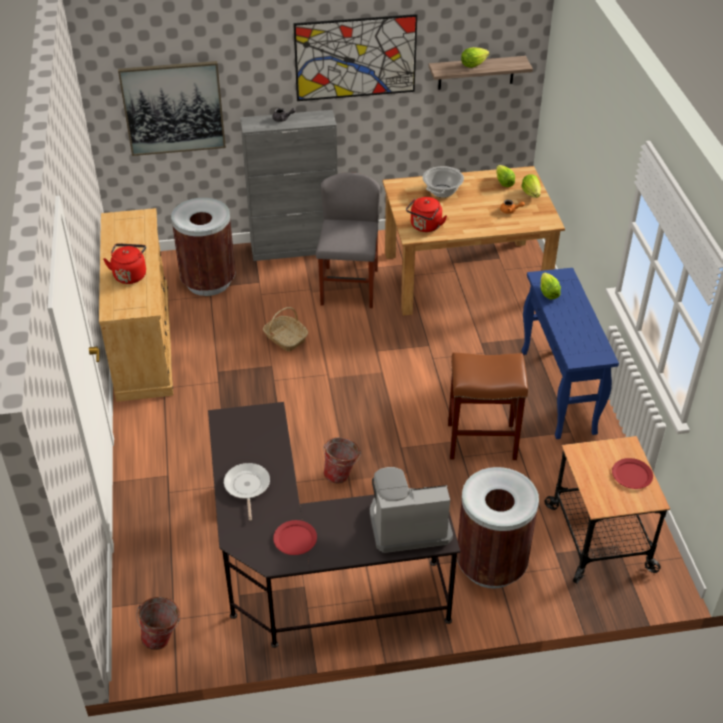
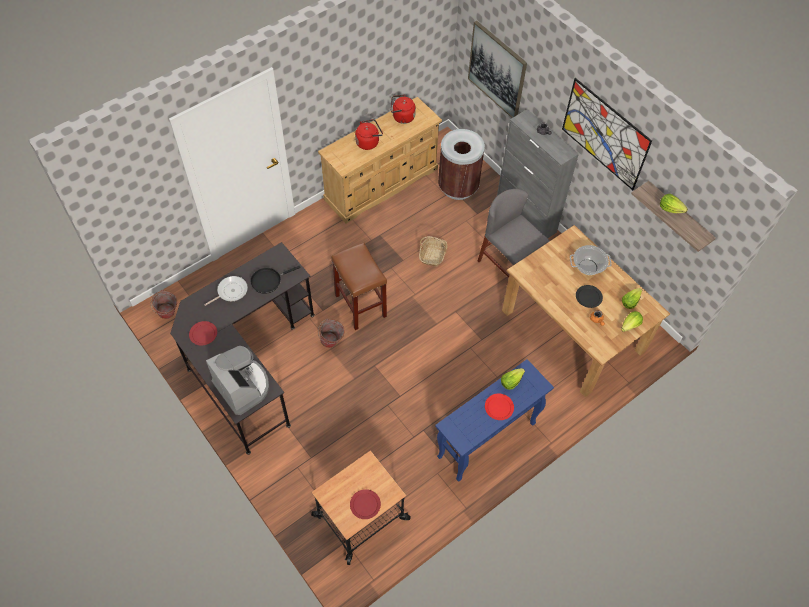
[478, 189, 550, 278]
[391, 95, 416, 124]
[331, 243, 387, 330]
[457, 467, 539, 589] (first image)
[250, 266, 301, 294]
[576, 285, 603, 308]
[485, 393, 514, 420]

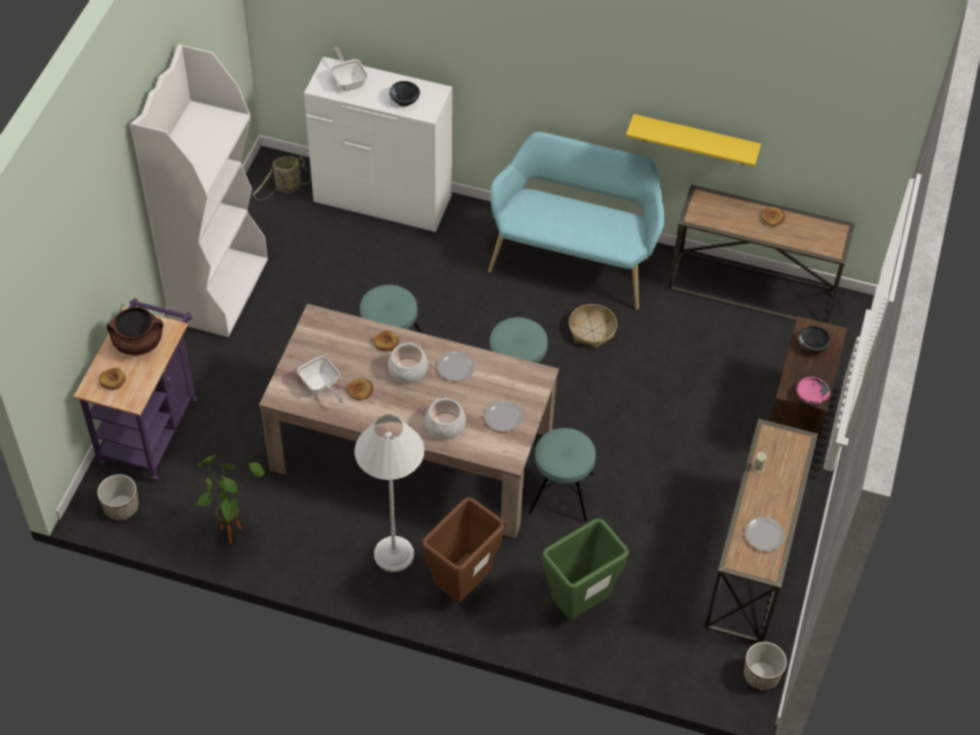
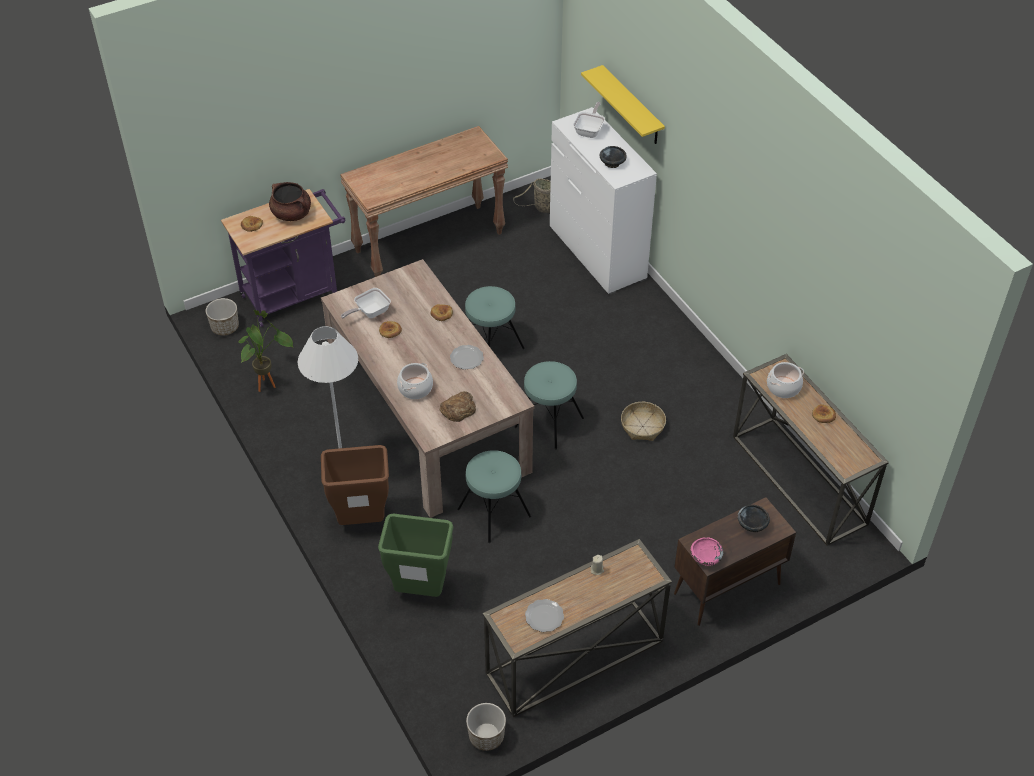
[340, 126, 508, 277]
[581, 65, 665, 144]
[488, 132, 665, 310] (first image)
[767, 362, 804, 398]
[341, 288, 391, 318]
[439, 391, 476, 422]

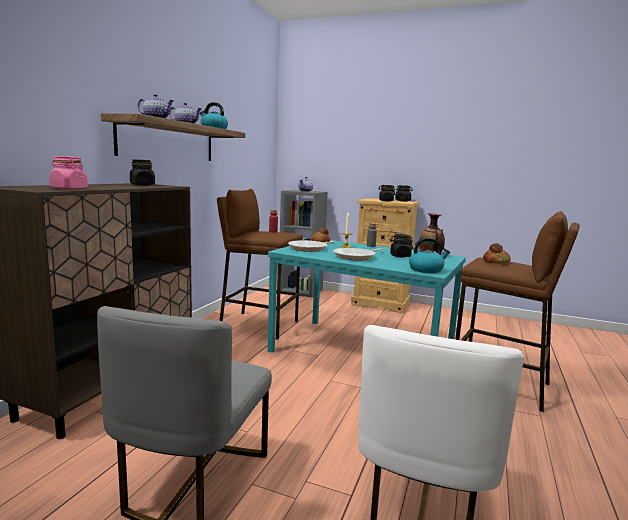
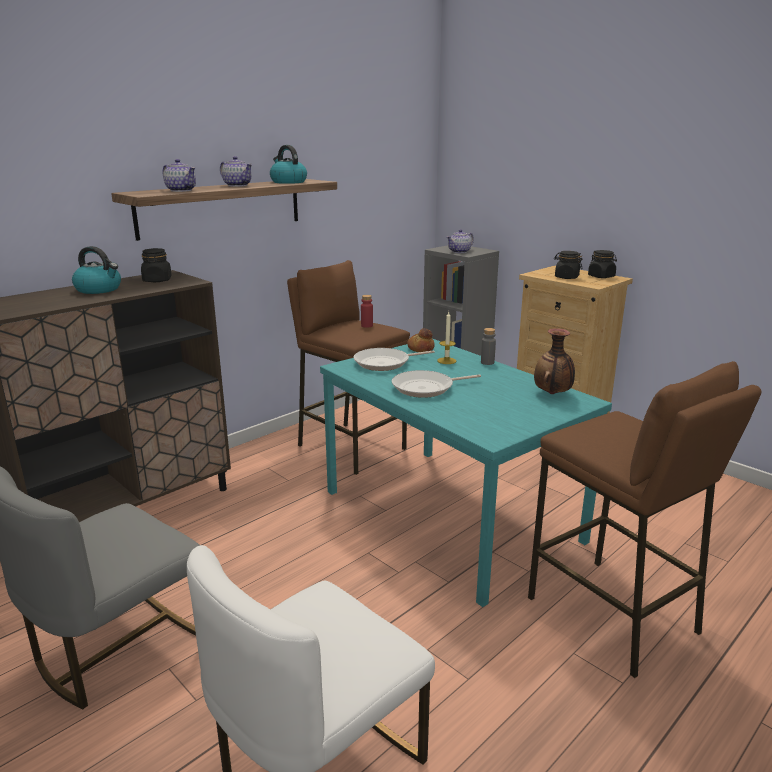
[49, 156, 88, 190] (first image)
[389, 234, 413, 257] (first image)
[72, 246, 121, 294]
[483, 243, 511, 264] (first image)

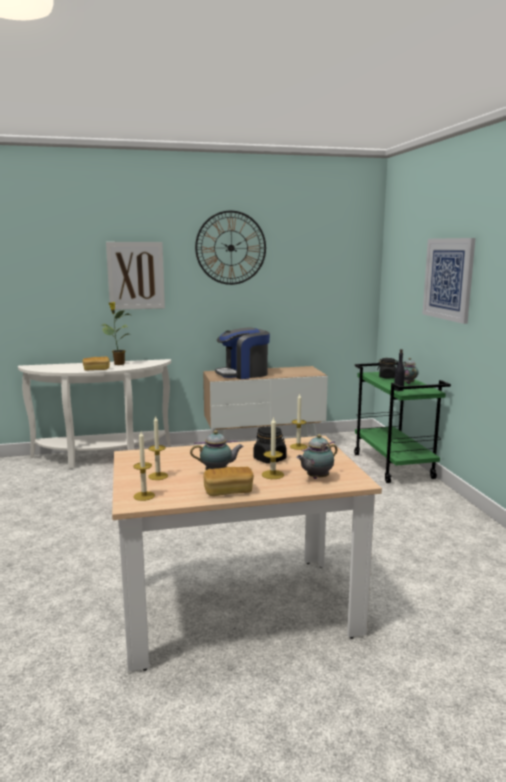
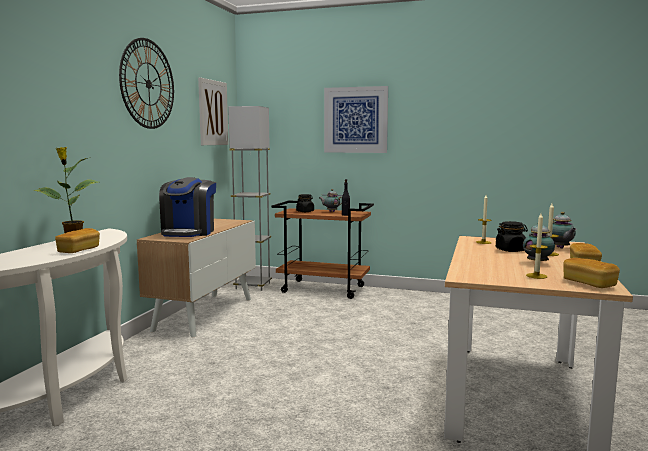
[198, 77, 229, 145]
[272, 200, 374, 299]
[563, 258, 620, 288]
[228, 106, 272, 291]

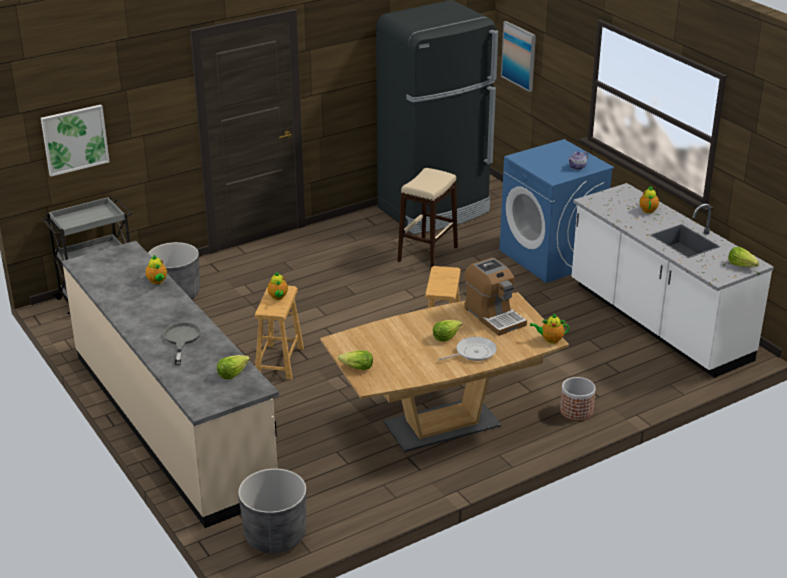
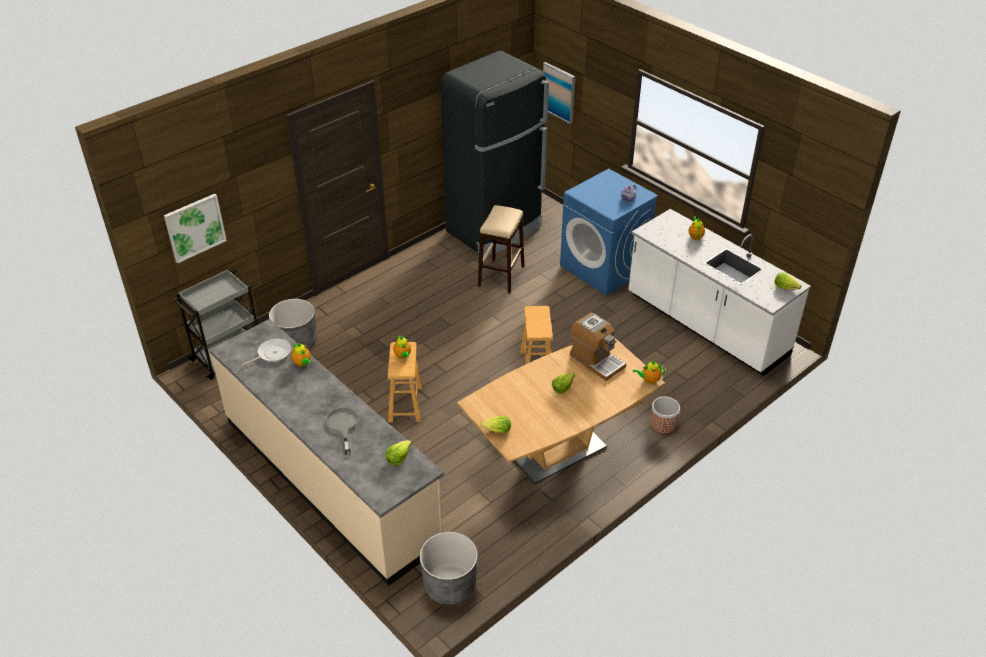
[242, 338, 291, 365]

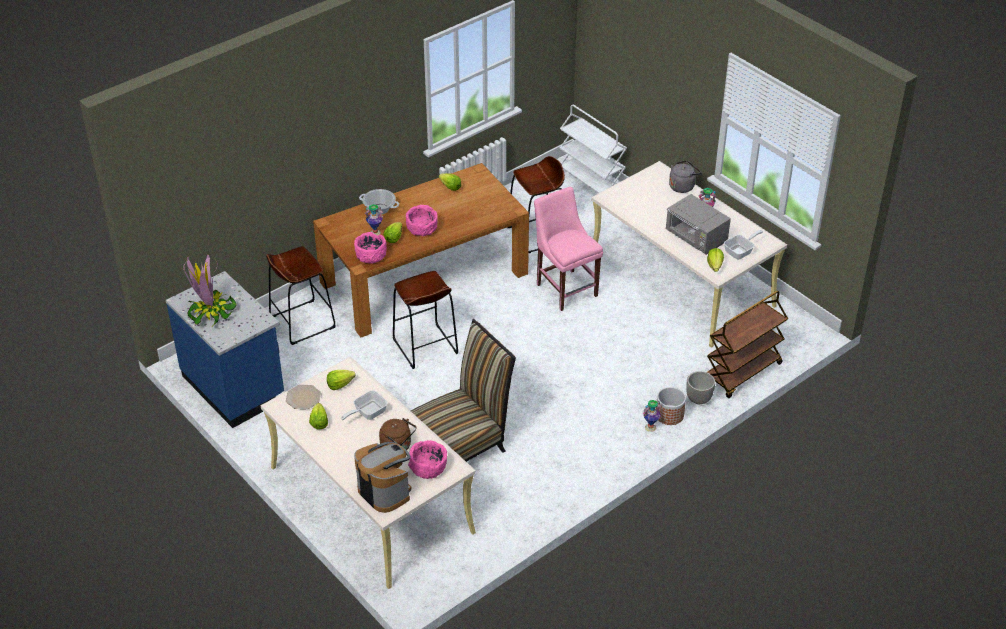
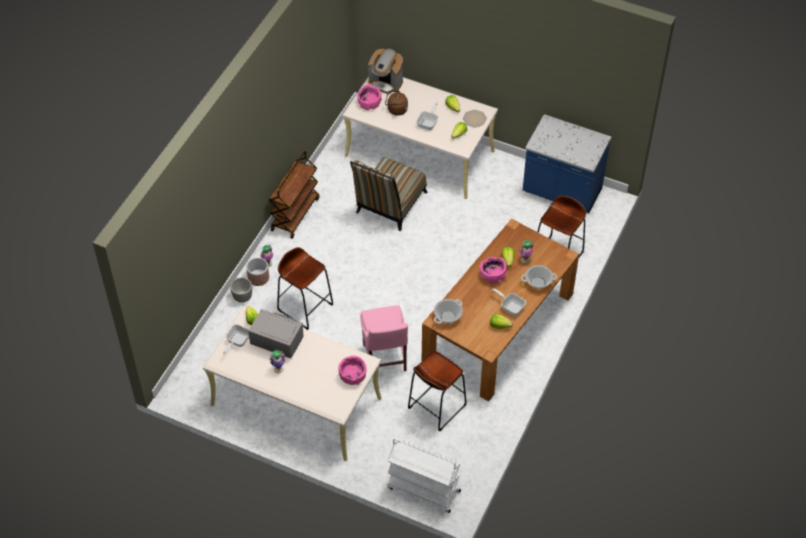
[669, 160, 701, 193] (first image)
[360, 305, 408, 371]
[339, 356, 367, 385]
[183, 254, 237, 325] (first image)
[277, 247, 333, 330]
[268, 151, 320, 239]
[492, 288, 526, 316]
[434, 299, 463, 324]

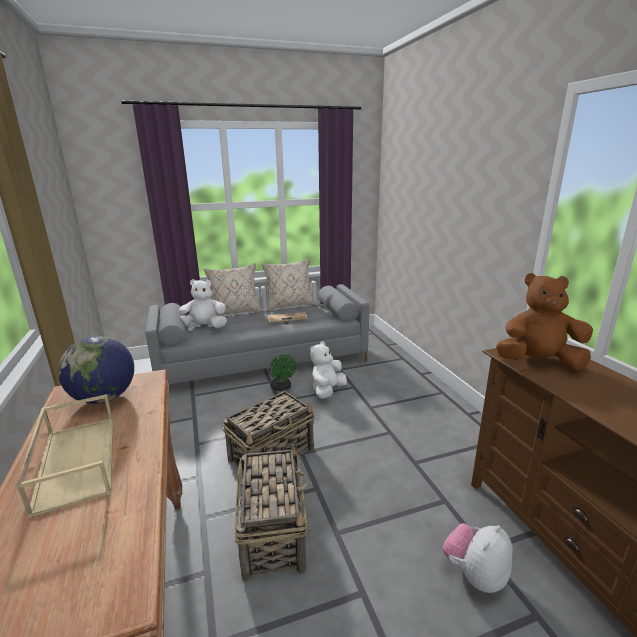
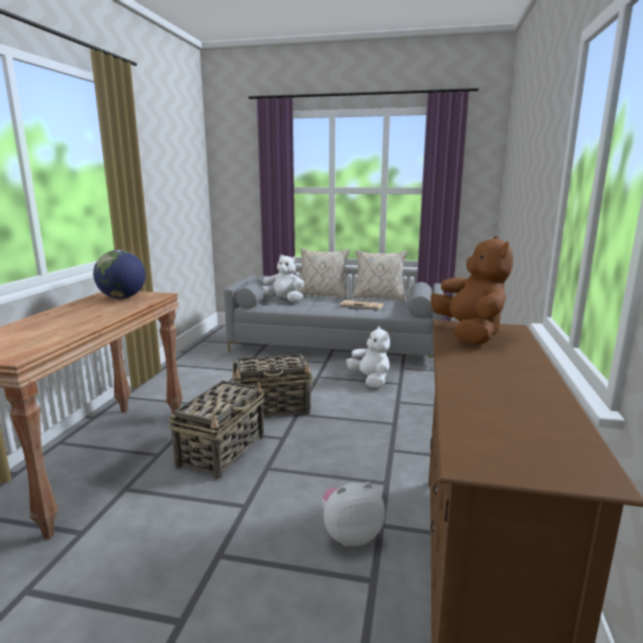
[431, 236, 513, 345]
[346, 326, 390, 388]
[270, 355, 296, 391] (first image)
[17, 394, 113, 518] (first image)

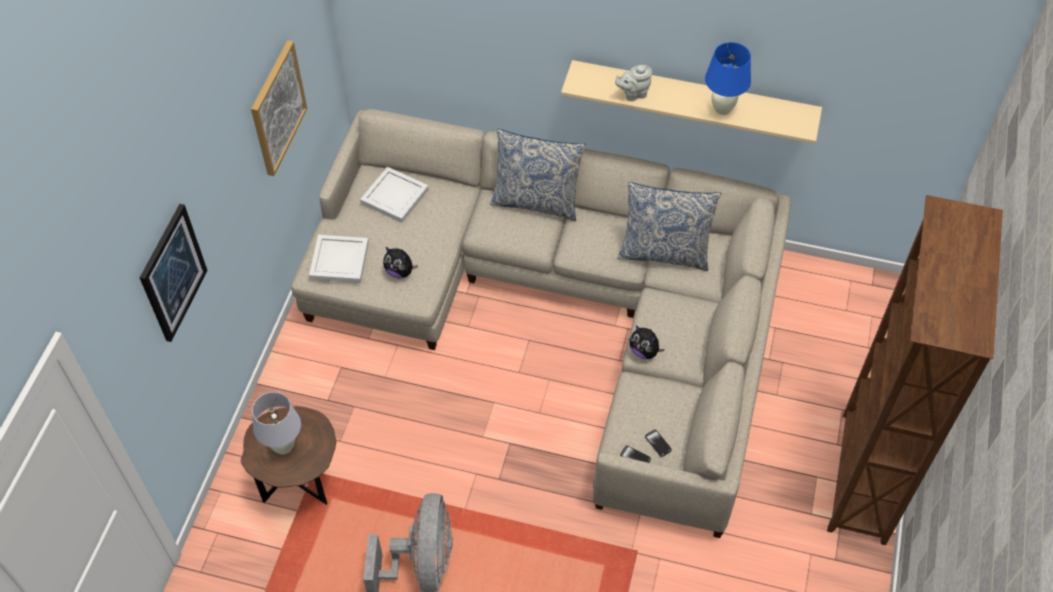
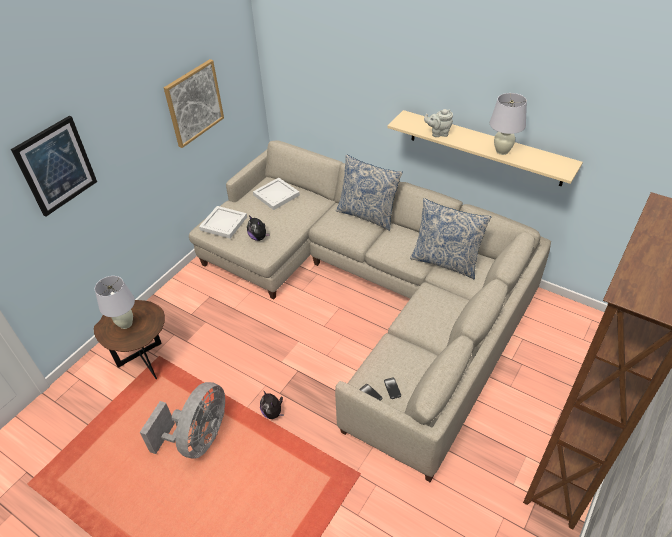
[490, 93, 527, 155]
[260, 390, 284, 419]

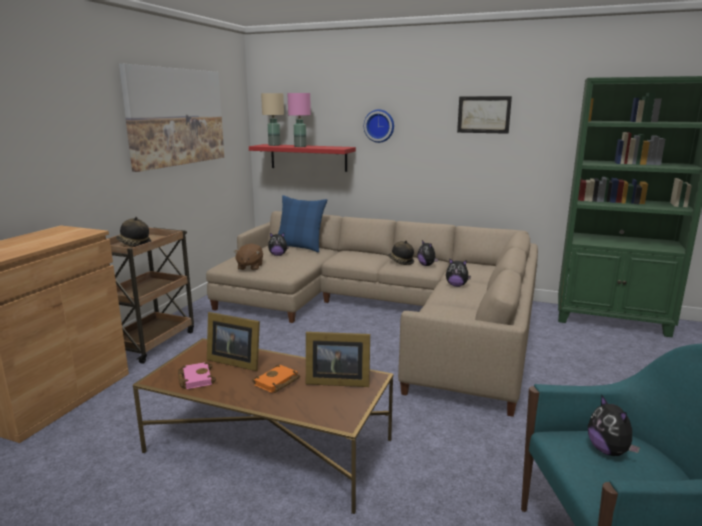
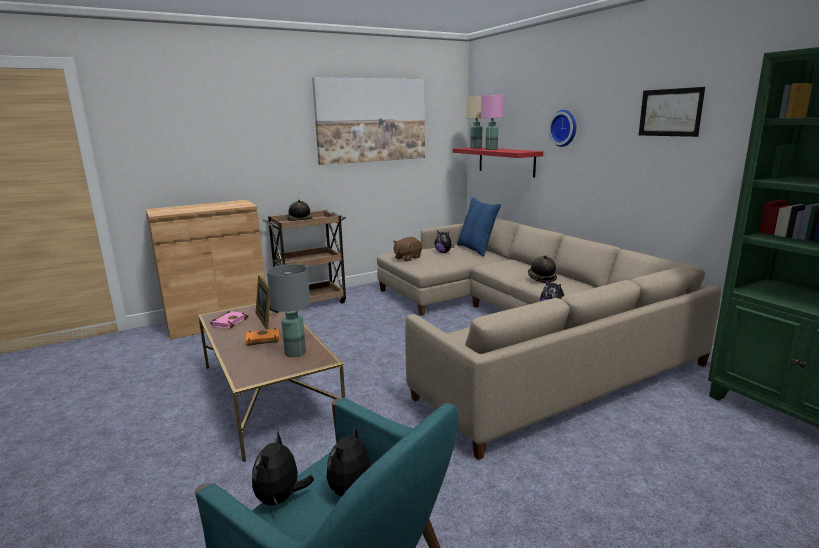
[252, 431, 314, 507]
[267, 264, 310, 357]

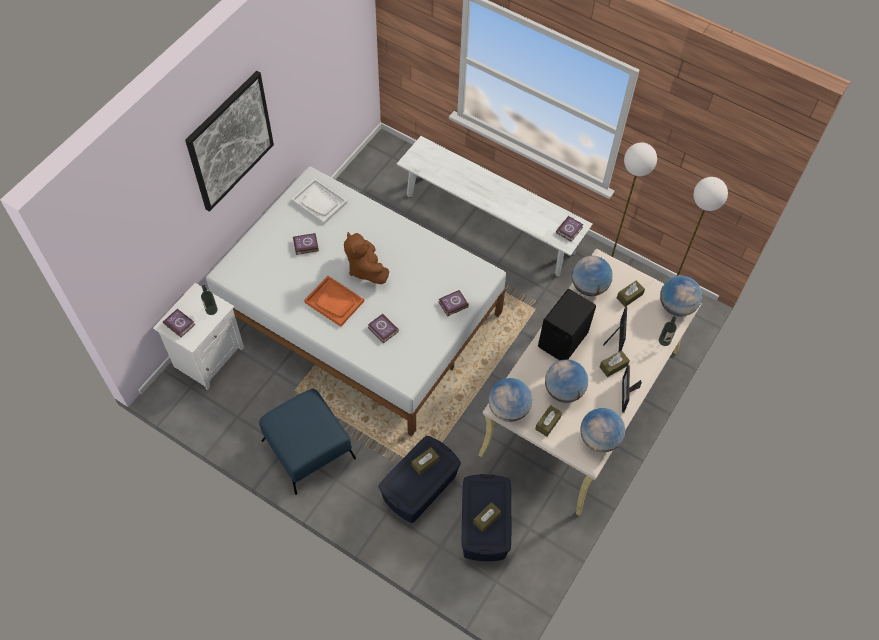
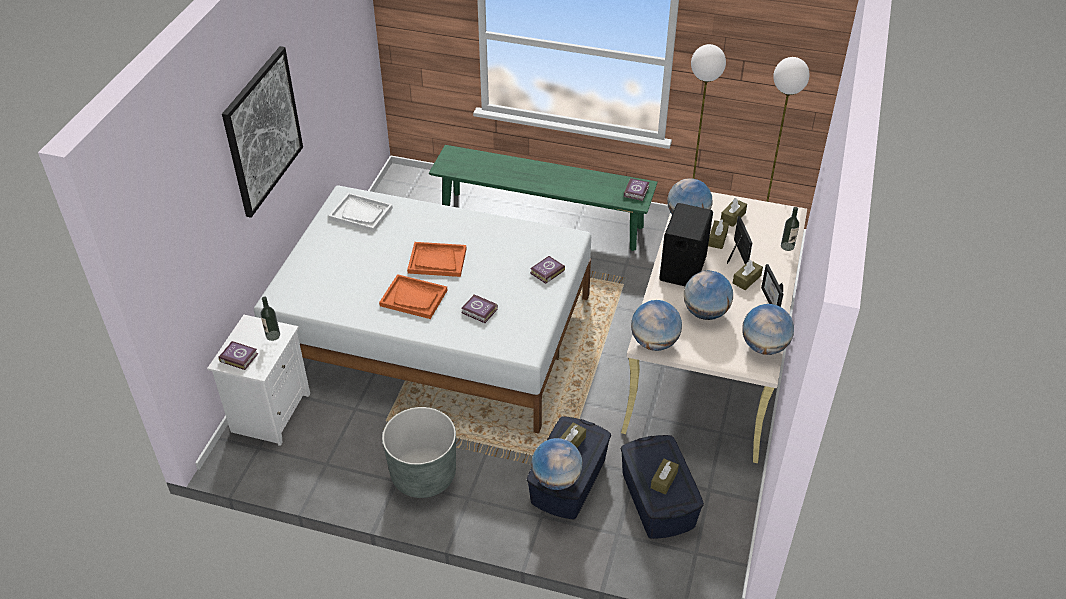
[429, 145, 658, 251]
[407, 242, 467, 277]
[293, 233, 319, 255] (first image)
[531, 438, 583, 490]
[382, 407, 456, 498]
[708, 220, 729, 249]

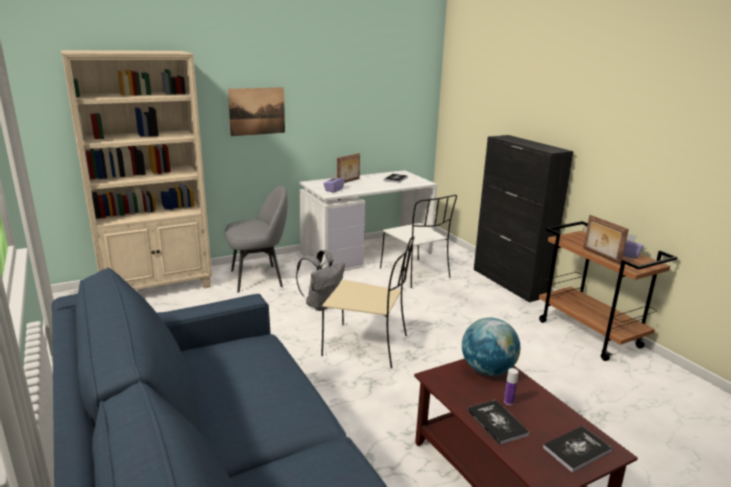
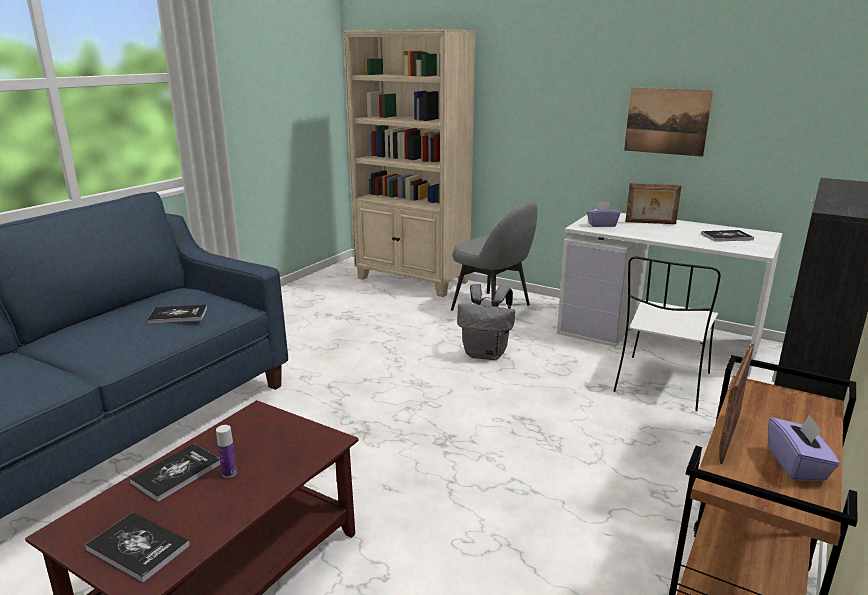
[624, 88, 713, 157]
[321, 236, 414, 368] (first image)
[462, 318, 520, 376] (first image)
[147, 305, 207, 324]

